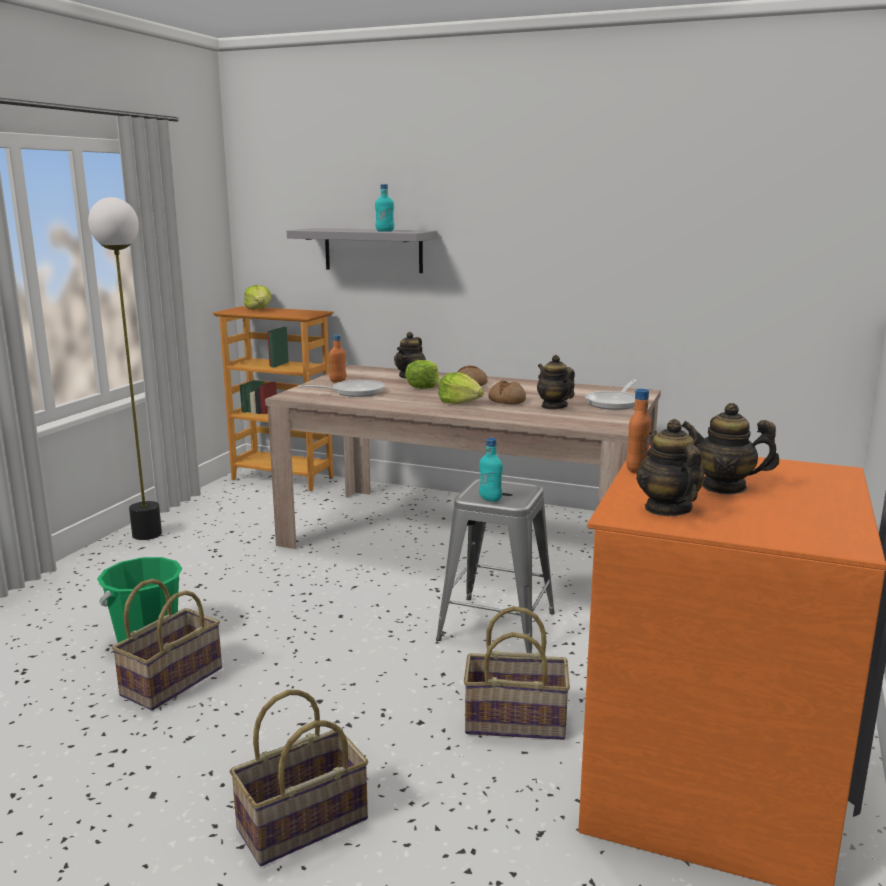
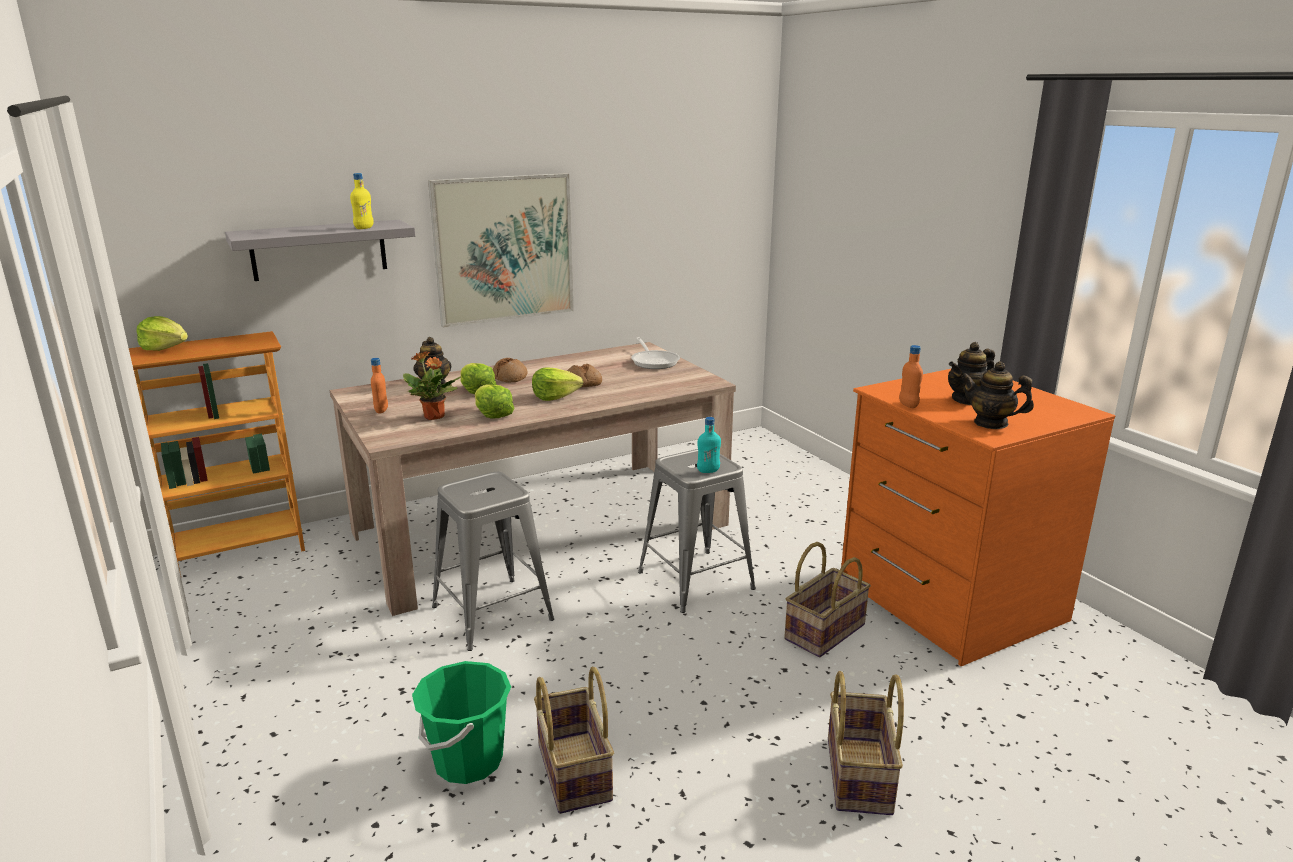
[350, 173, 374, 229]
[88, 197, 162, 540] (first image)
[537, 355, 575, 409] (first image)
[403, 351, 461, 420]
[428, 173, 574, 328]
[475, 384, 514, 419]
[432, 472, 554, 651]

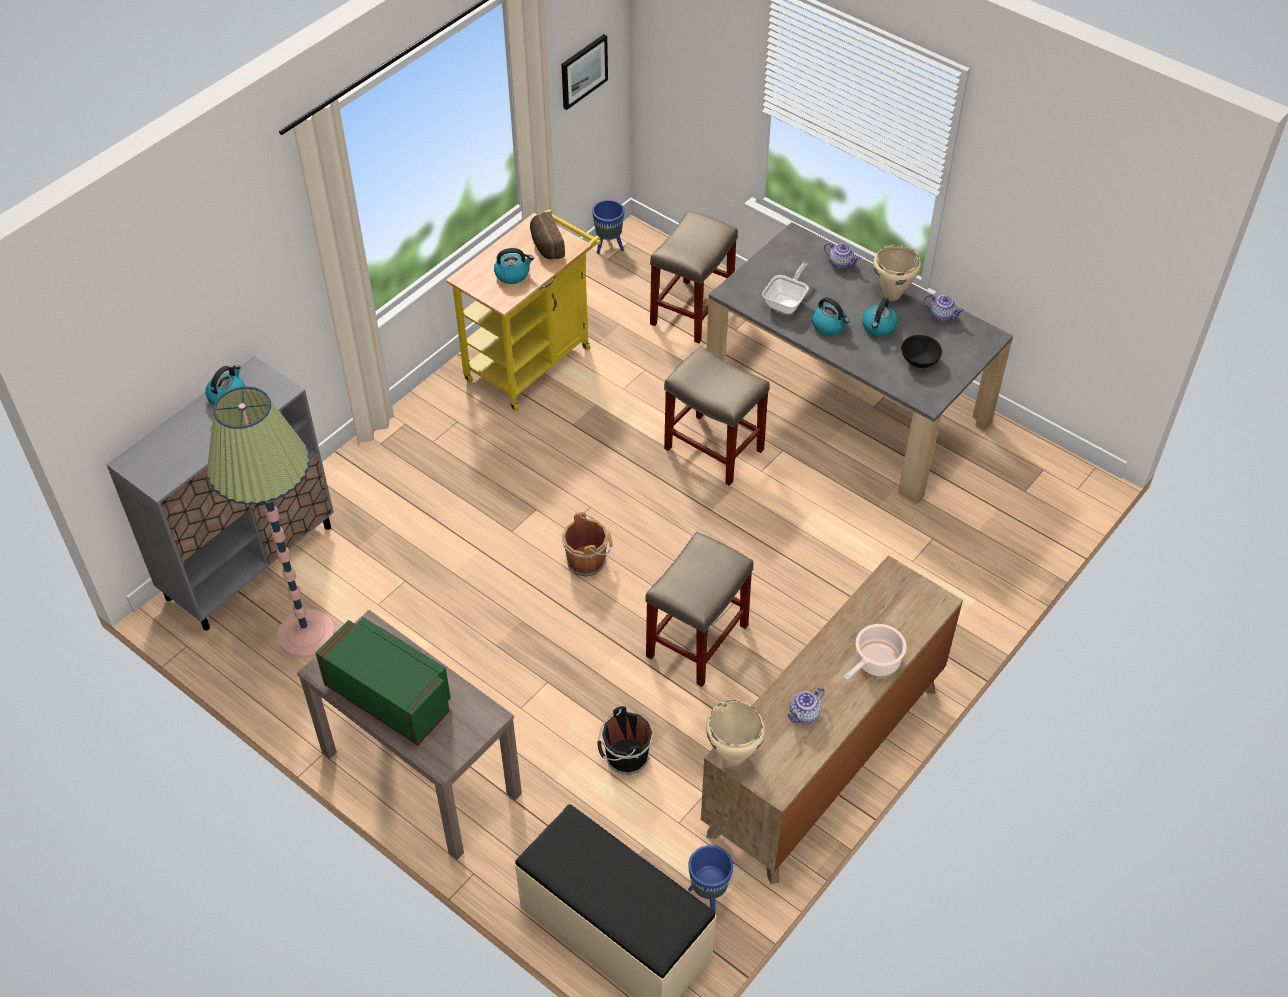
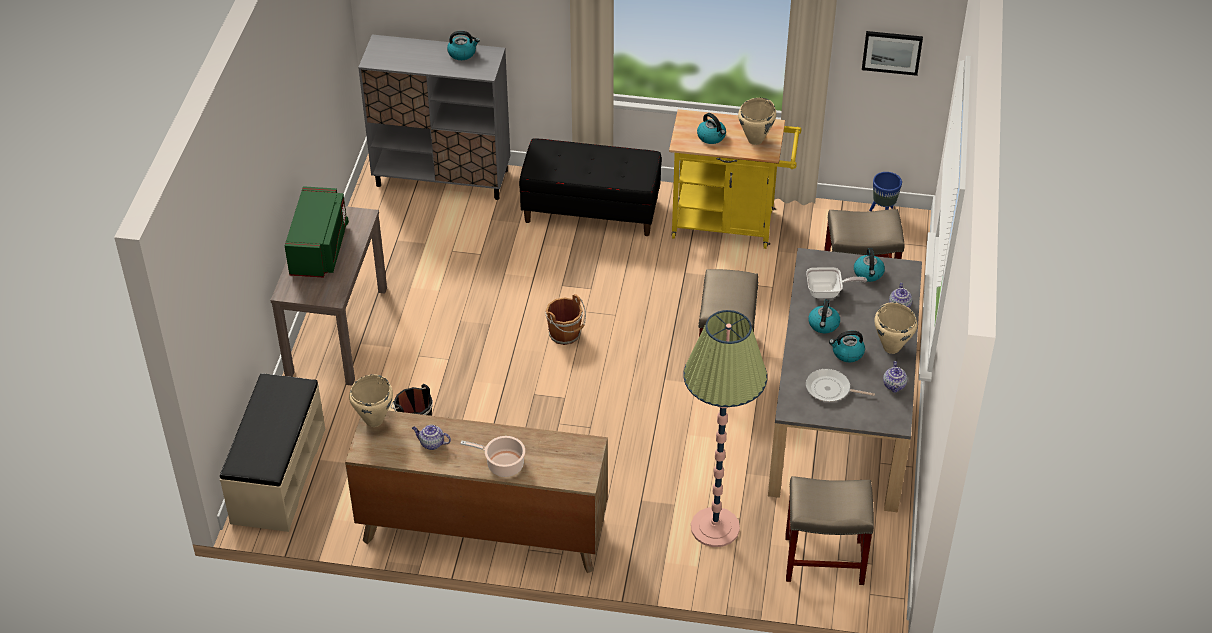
[738, 98, 776, 145]
[806, 369, 875, 402]
[683, 310, 767, 547]
[785, 476, 874, 585]
[688, 845, 733, 912] (first image)
[519, 138, 662, 236]
[854, 248, 885, 282]

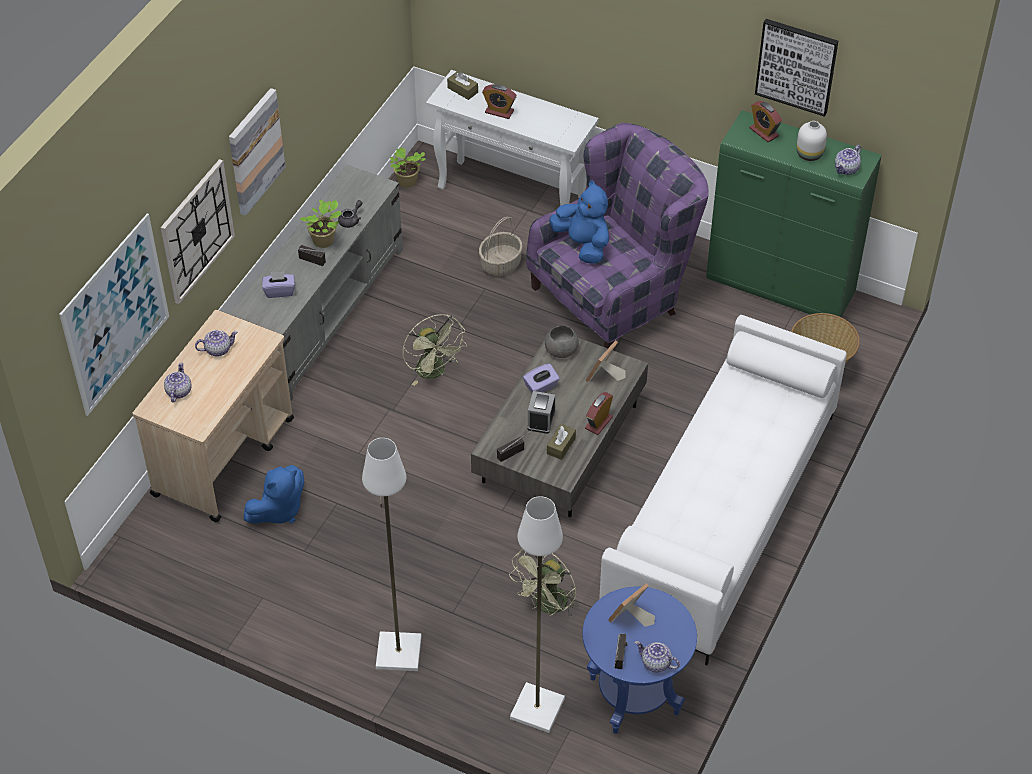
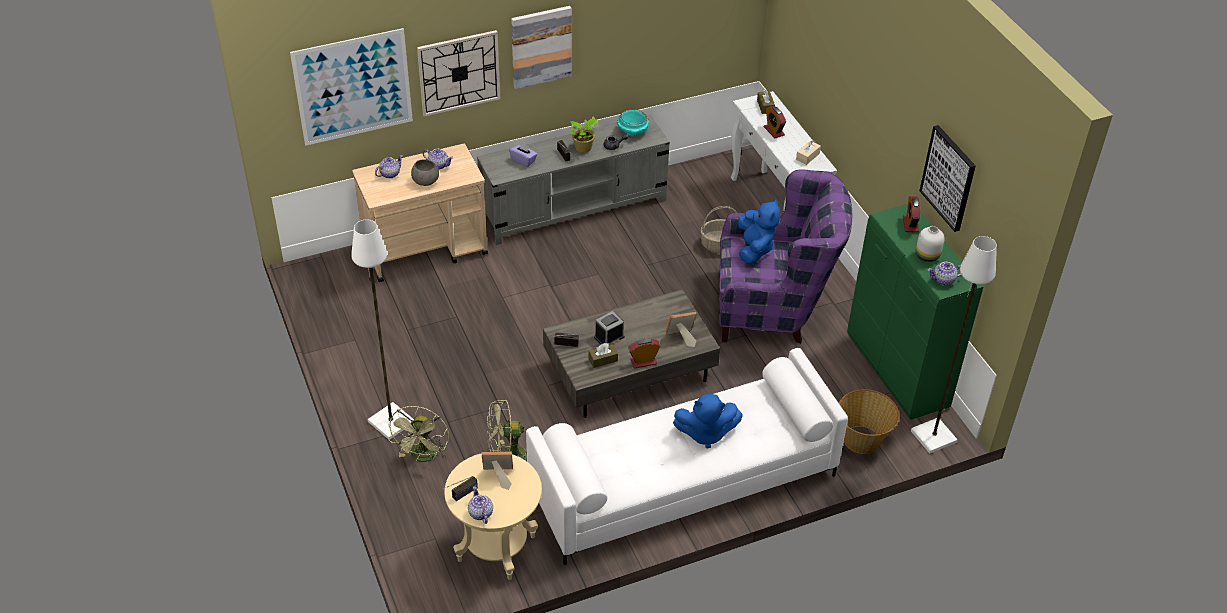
[390, 147, 426, 188] (first image)
[388, 406, 449, 462]
[411, 159, 439, 186]
[523, 363, 560, 393] (first image)
[673, 394, 743, 449]
[911, 236, 997, 454]
[444, 453, 542, 580]
[617, 109, 649, 136]
[796, 140, 821, 165]

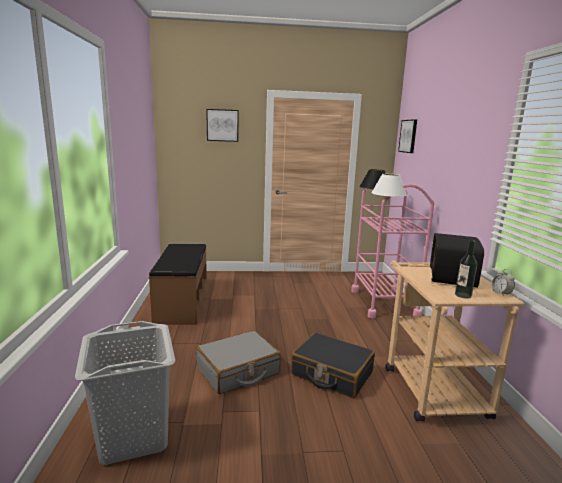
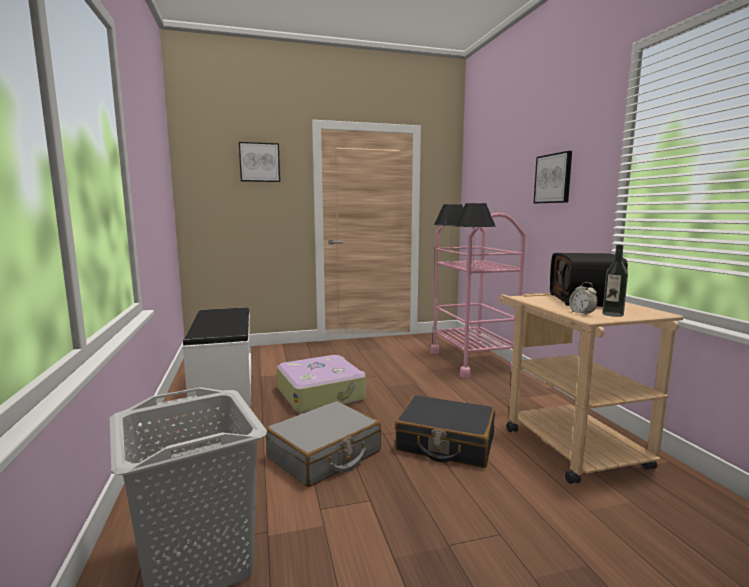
[534, 151, 572, 203]
[455, 203, 496, 264]
[182, 308, 252, 413]
[569, 282, 598, 315]
[277, 355, 366, 413]

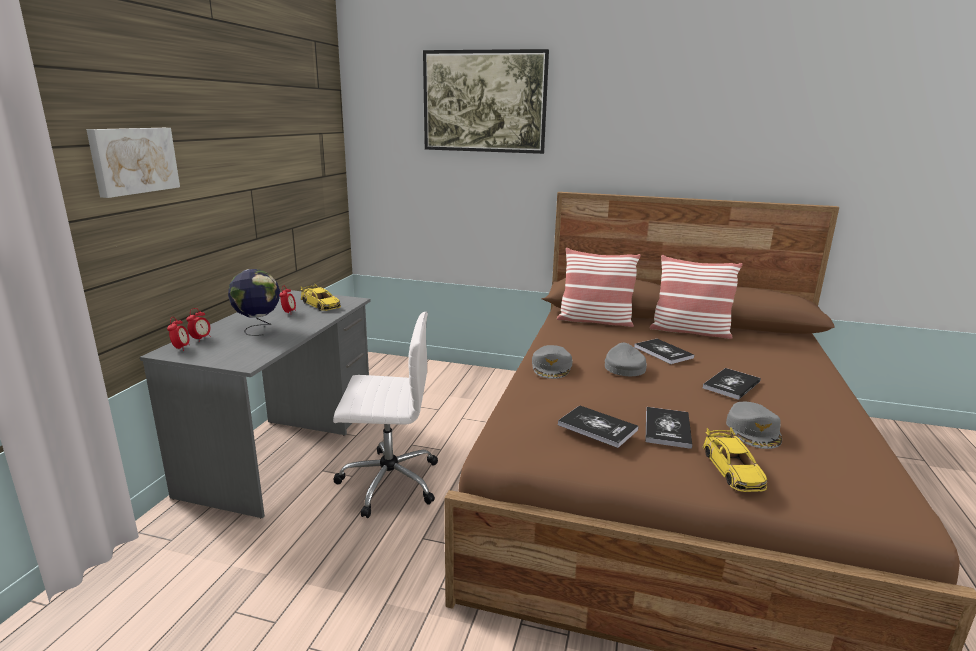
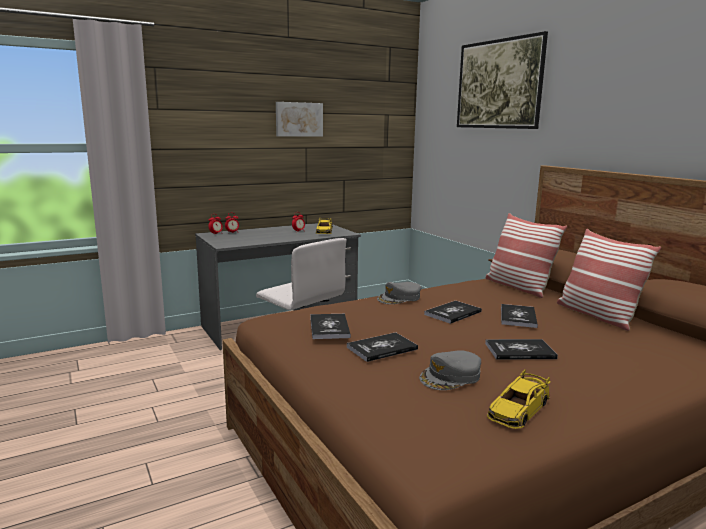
[276, 102, 323, 136]
[228, 269, 280, 336] (first image)
[424, 301, 482, 324]
[487, 369, 550, 429]

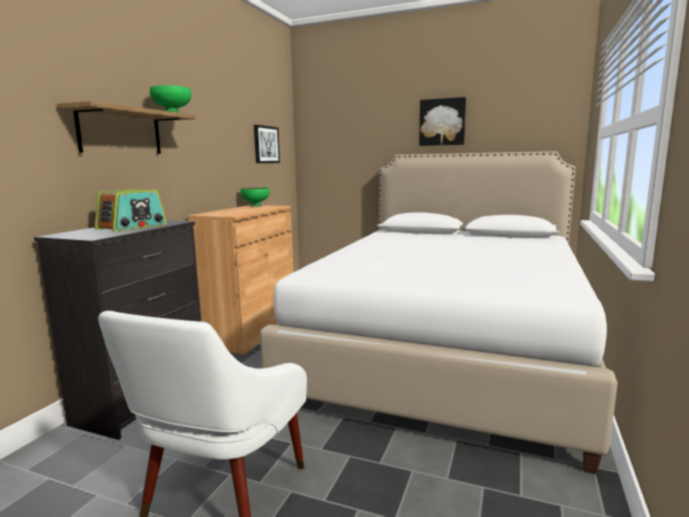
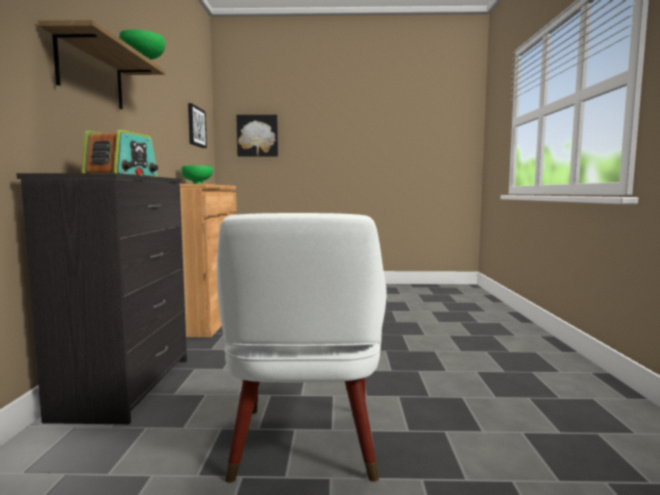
[236, 115, 278, 157]
[260, 151, 618, 474] (first image)

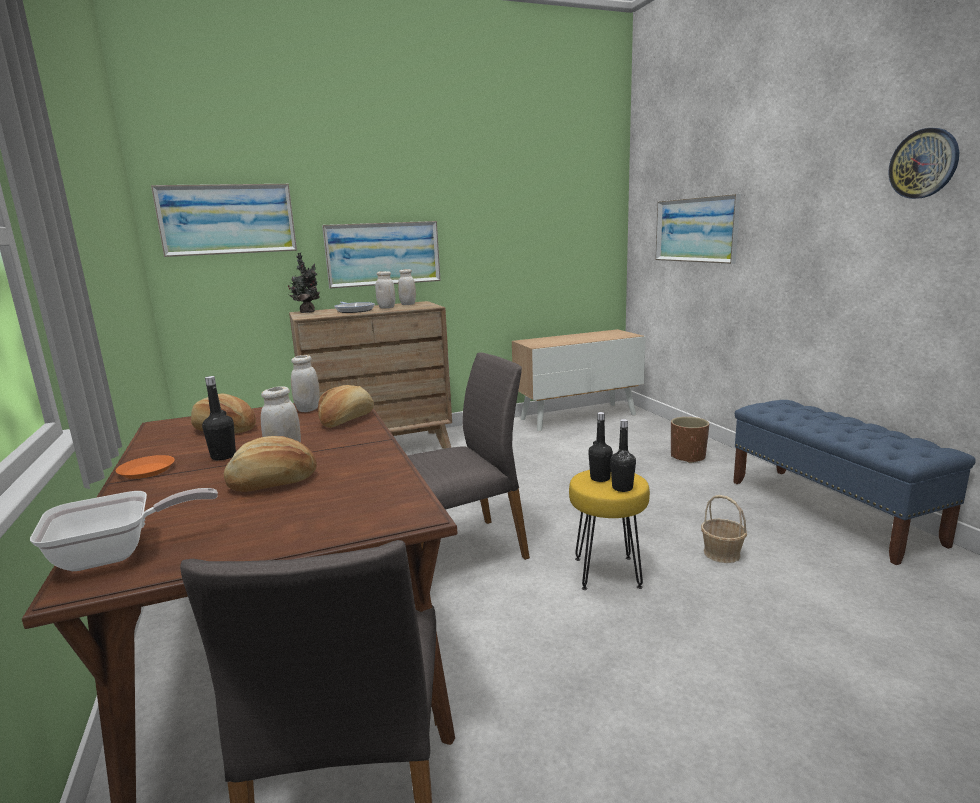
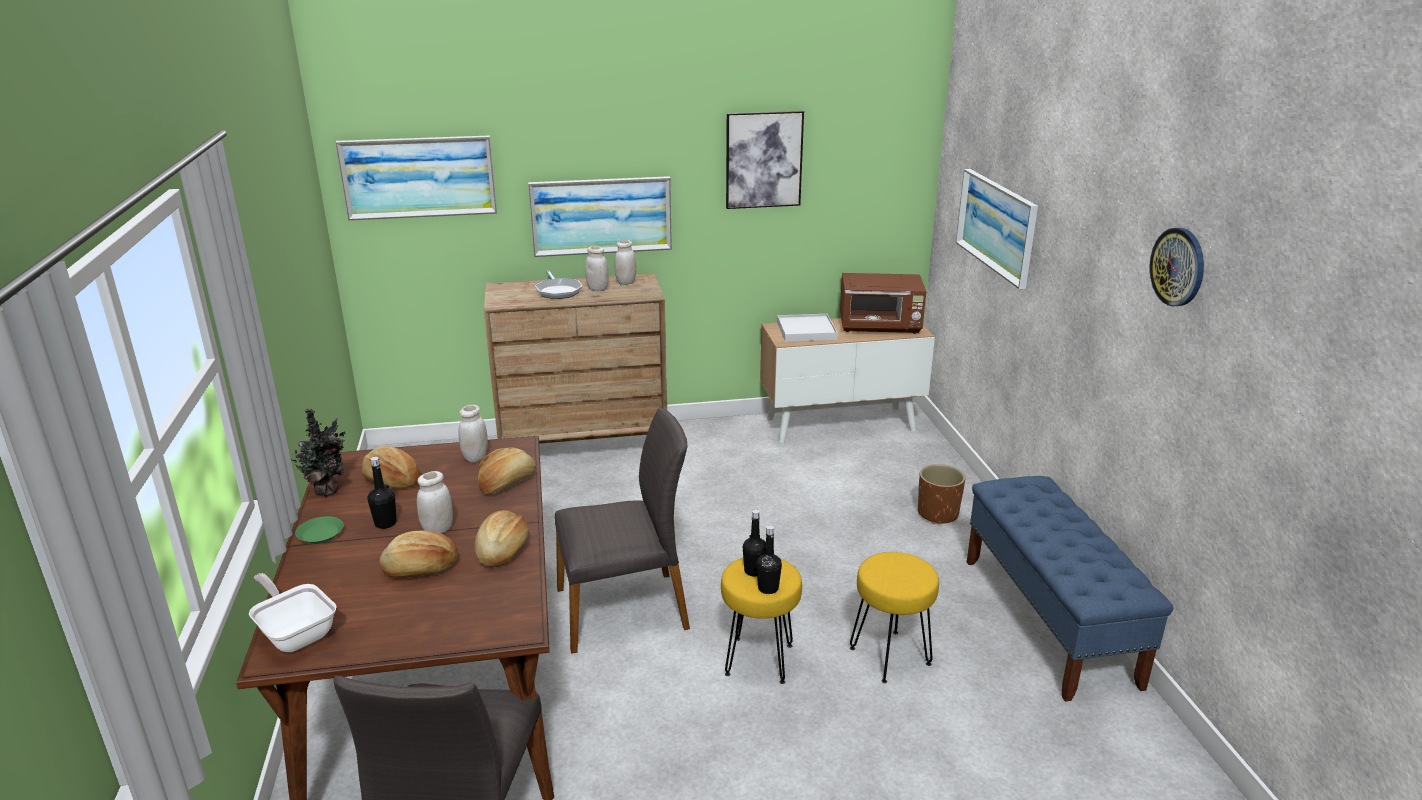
[291, 408, 346, 496]
[295, 516, 344, 544]
[249, 573, 337, 652]
[850, 552, 939, 683]
[726, 111, 804, 209]
[840, 273, 926, 334]
[777, 314, 838, 342]
[475, 510, 528, 567]

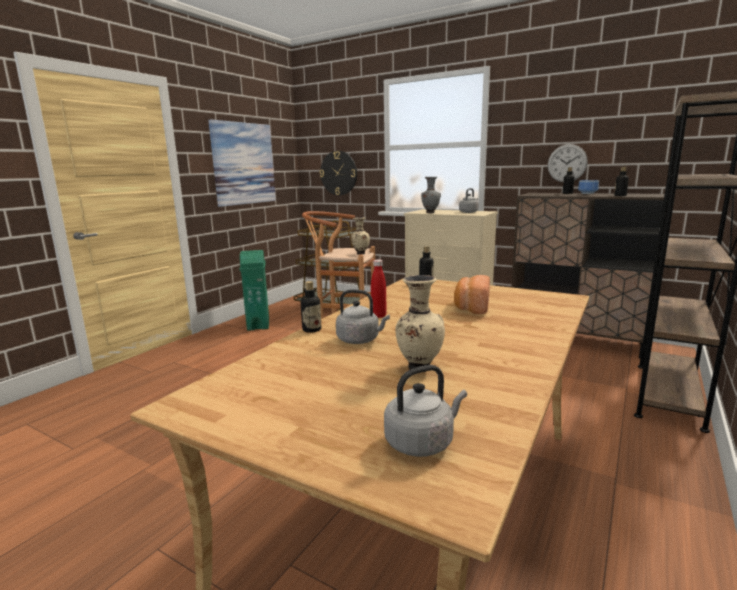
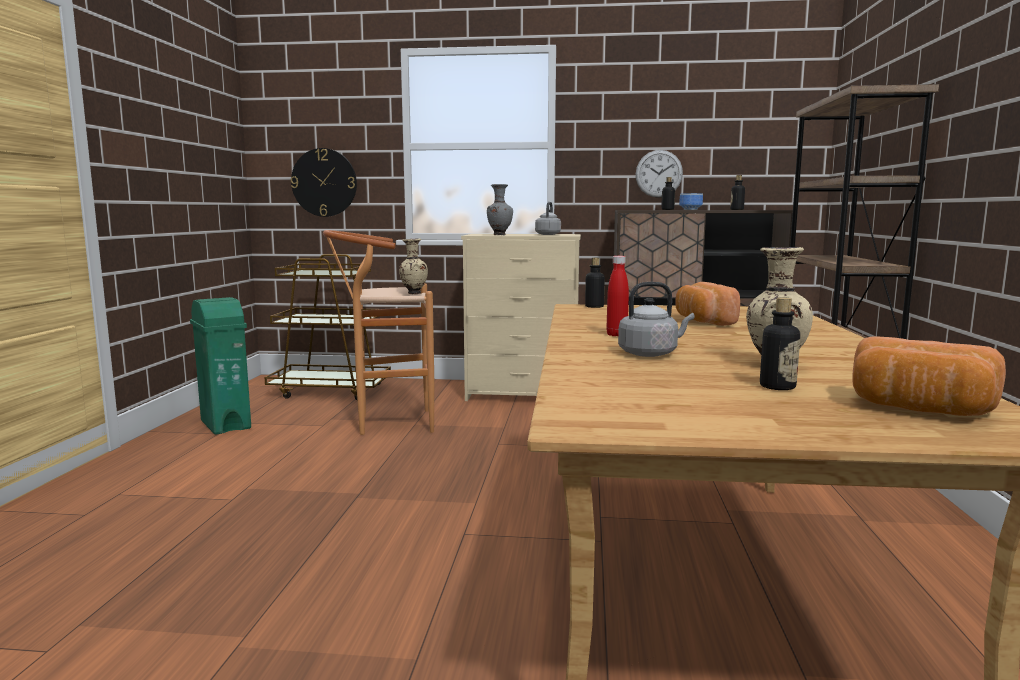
[208, 120, 276, 207] (first image)
[760, 297, 800, 390]
[852, 336, 1006, 416]

